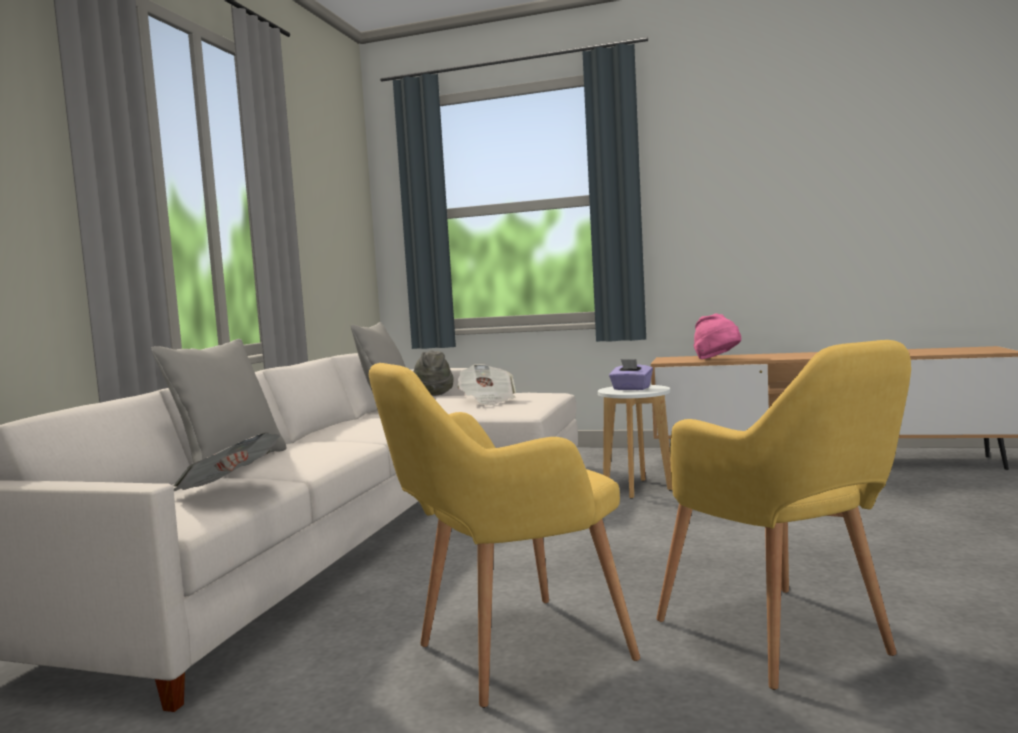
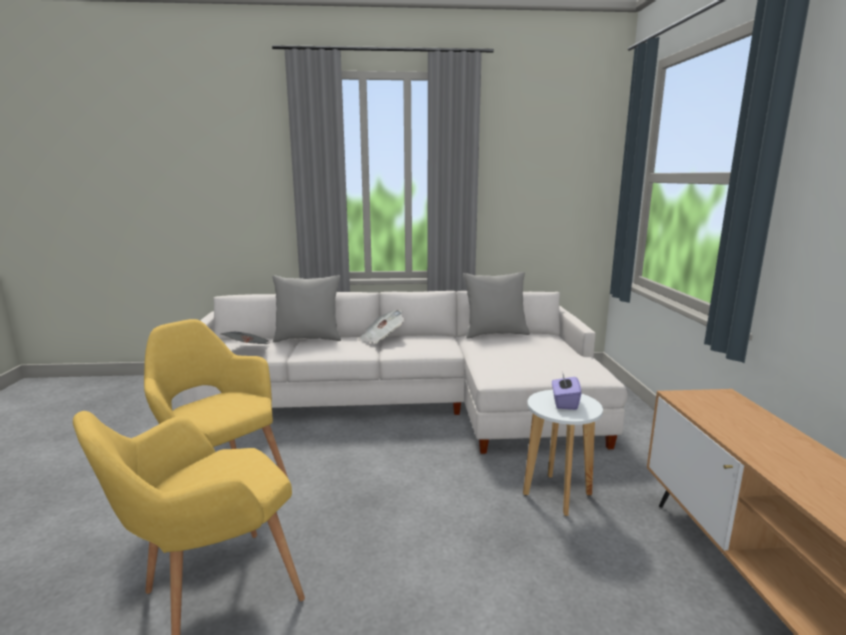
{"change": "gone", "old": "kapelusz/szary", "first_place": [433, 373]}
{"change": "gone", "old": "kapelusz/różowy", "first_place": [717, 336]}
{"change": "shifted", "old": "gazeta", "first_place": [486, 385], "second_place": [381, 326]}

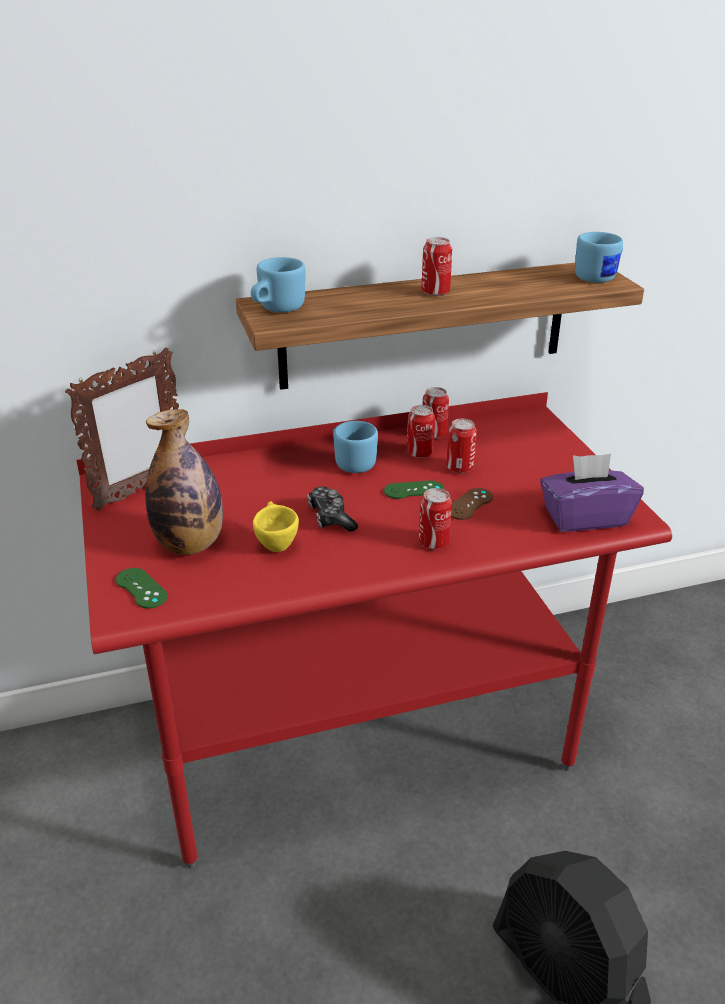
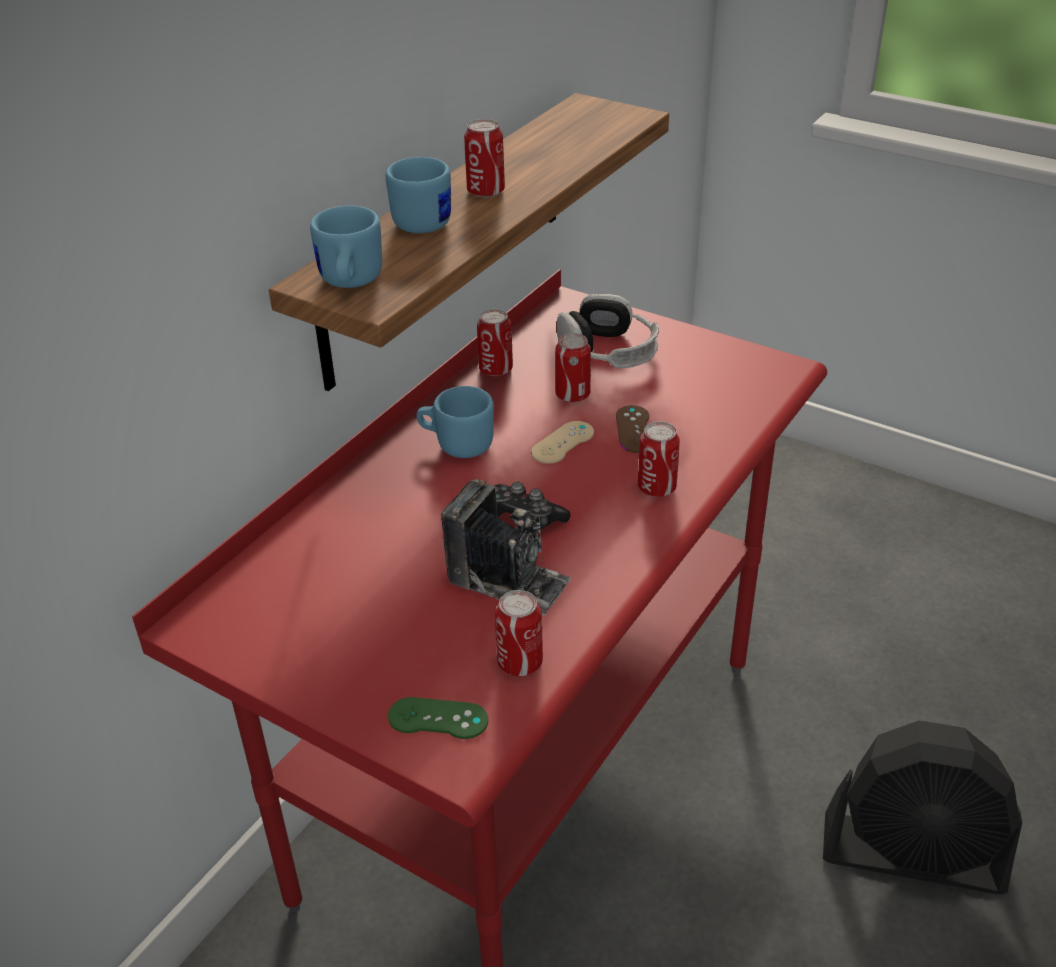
{"change": "gone", "old": "ramka na zdjęcie", "first_place": [122, 429]}
{"change": "gone", "old": "butelka", "first_place": [184, 482]}
{"change": "gone", "old": "pudełko chusteczek/fioletowy", "first_place": [592, 493]}
{"change": "new", "new": "słuchawki", "second_place": [608, 330]}
{"change": "shifted", "old": "puszka", "first_place": [421, 431], "second_place": [519, 633]}
{"change": "shifted", "old": "kubek/niebieski", "first_place": [599, 257], "second_place": [418, 195]}
{"change": "swapped", "old": "filiżanka/żółty", "new": "aparat fotograficzny", "first_place": [276, 526], "second_place": [506, 547]}
{"change": "repainted", "old": "pad do gier/zielony", "new": "pad do gier/beżowy", "first_place": [414, 489], "second_place": [562, 442]}

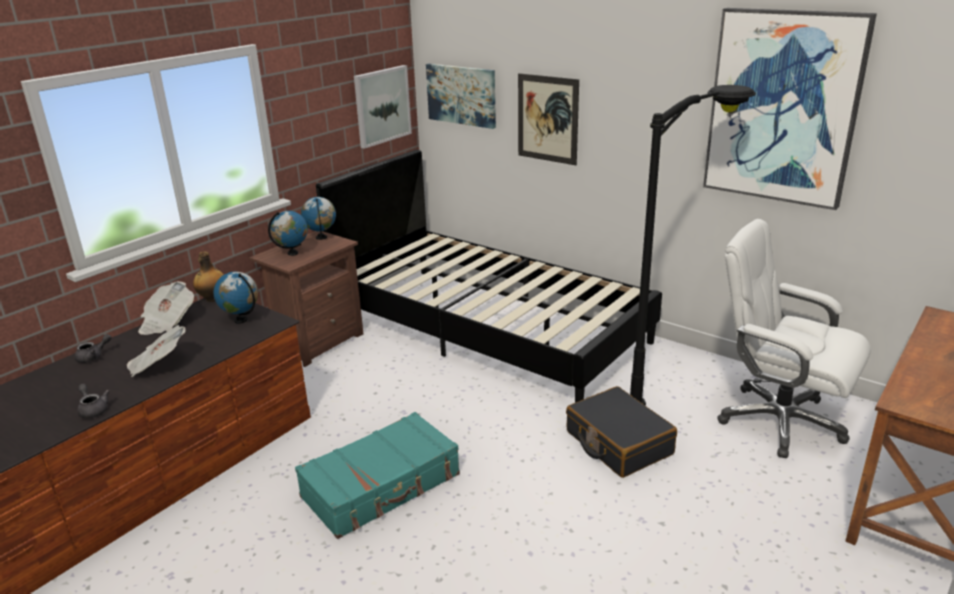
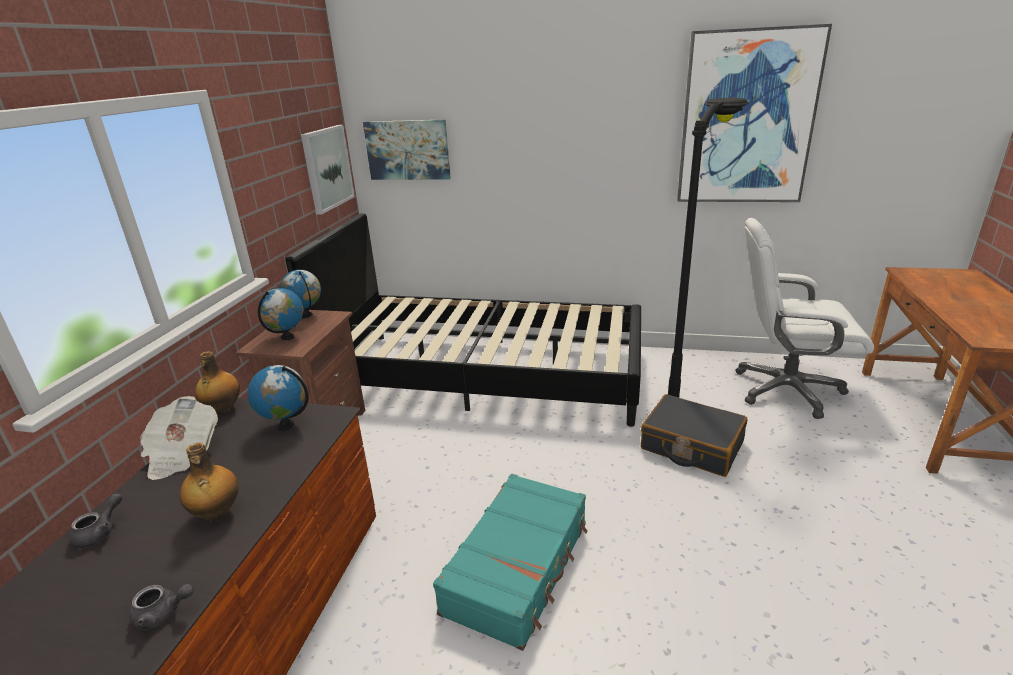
{"change": "gone", "old": "obraz", "first_place": [548, 119]}
{"change": "swapped", "old": "gazeta", "new": "butelka", "first_place": [156, 351], "second_place": [209, 482]}
{"change": "rotated", "old": "imbryk/szary", "first_place": [93, 401], "second_place": [161, 607], "degrees": 150}

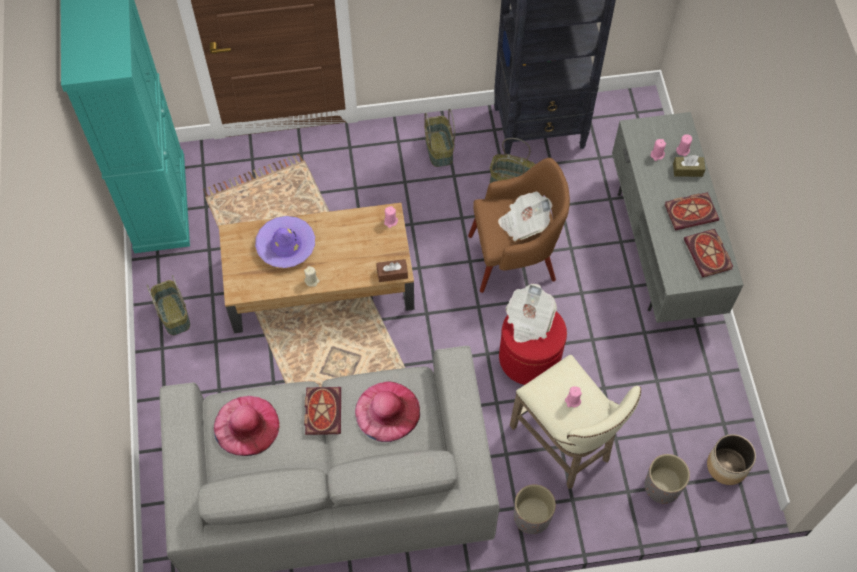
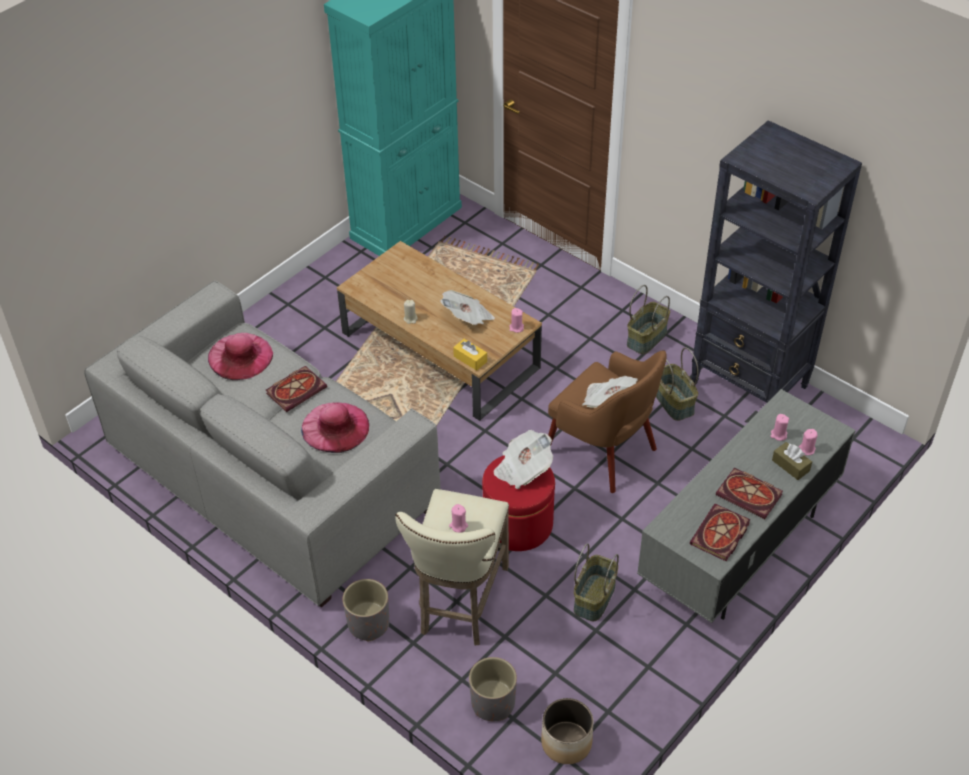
{"change": "gone", "old": "kapelusz/fioletowy", "first_place": [285, 242]}
{"change": "new", "new": "gazeta", "second_place": [467, 307]}
{"change": "shifted", "old": "koszyk", "first_place": [168, 305], "second_place": [596, 582]}
{"change": "repainted", "old": "pudełko chusteczek/brązowy", "new": "pudełko chusteczek/żółty", "first_place": [392, 270], "second_place": [470, 355]}

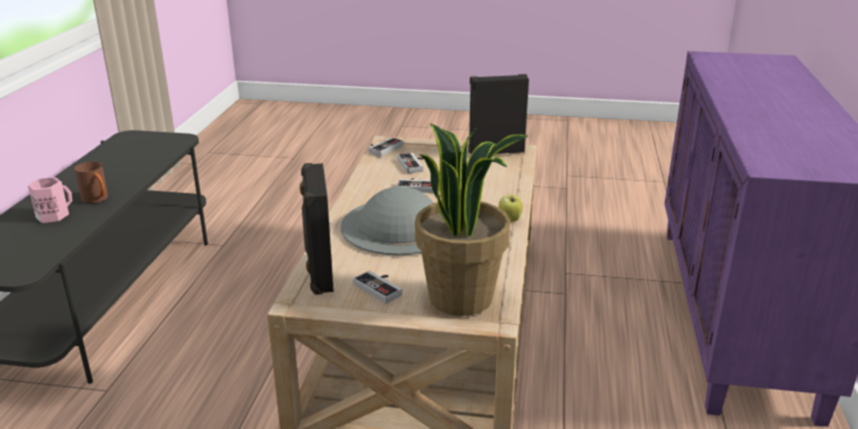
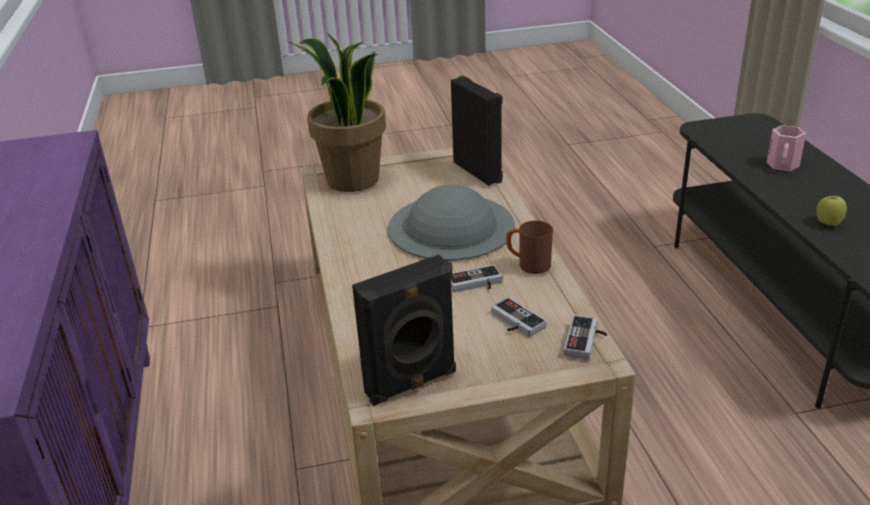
{"change": "gone", "old": "pad do gier", "first_place": [377, 287]}
{"change": "shifted", "old": "kubek/brązowy", "first_place": [91, 182], "second_place": [529, 247]}
{"change": "shifted", "old": "jabłko", "first_place": [510, 207], "second_place": [831, 209]}

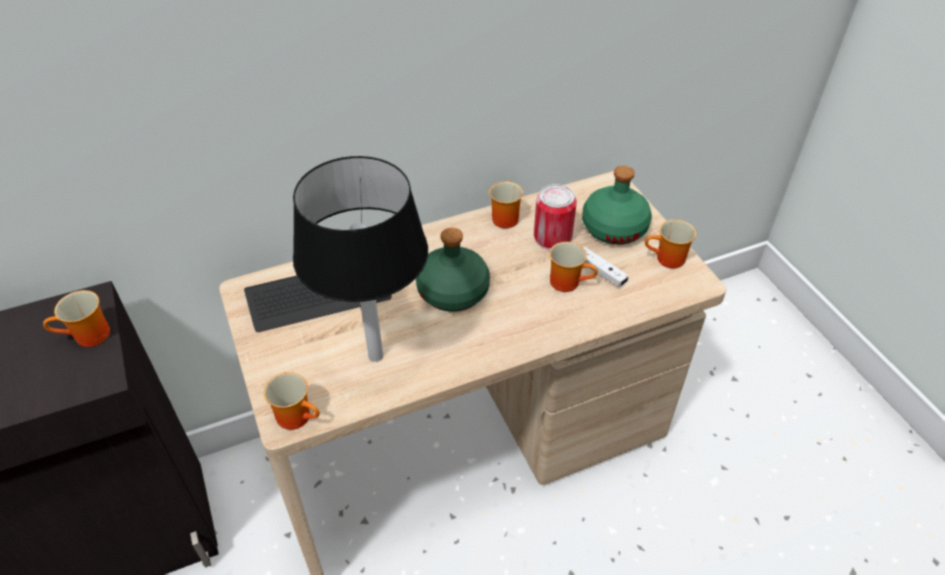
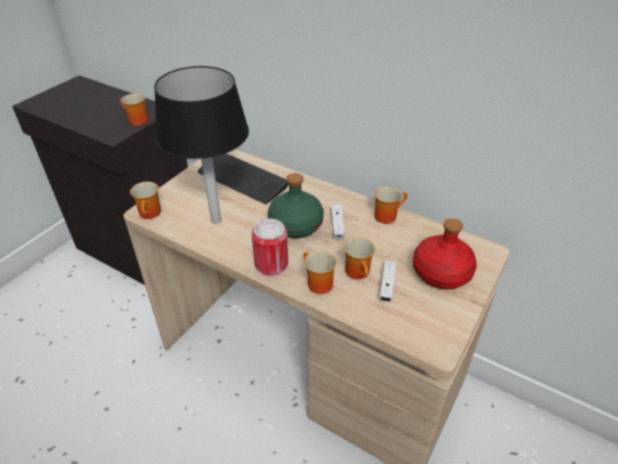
{"change": "new", "new": "pad do gier/biały", "second_place": [338, 222]}
{"change": "shifted", "old": "puszka", "first_place": [555, 217], "second_place": [270, 247]}
{"change": "shifted", "old": "kubek", "first_place": [670, 243], "second_place": [320, 272]}
{"change": "repainted", "old": "butelka/zielony", "new": "butelka/czerwony", "first_place": [617, 205], "second_place": [445, 253]}

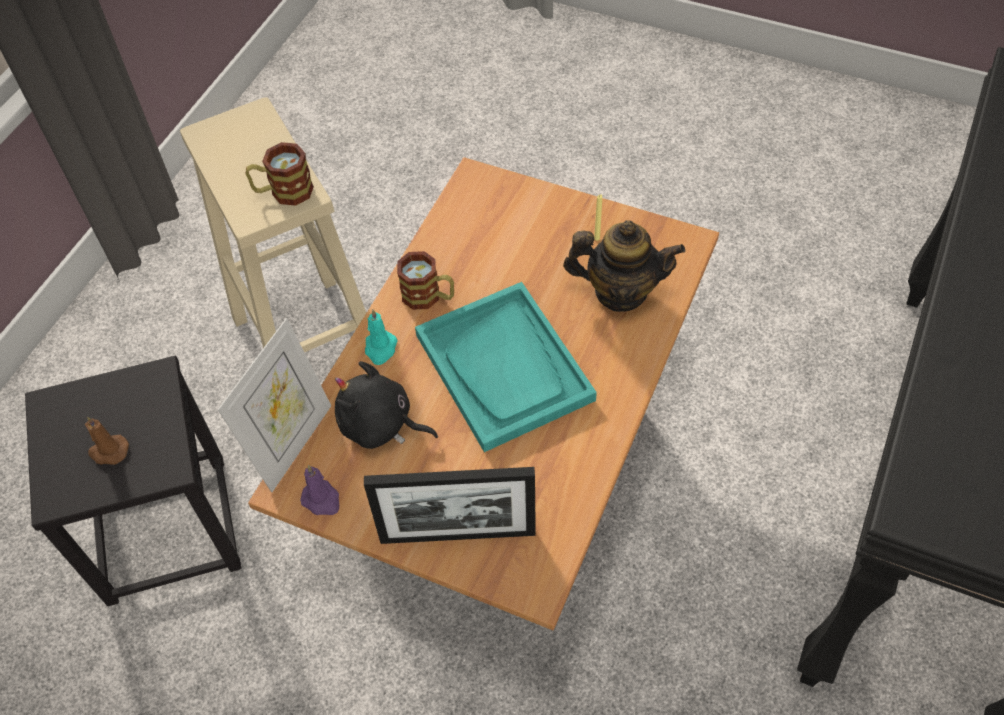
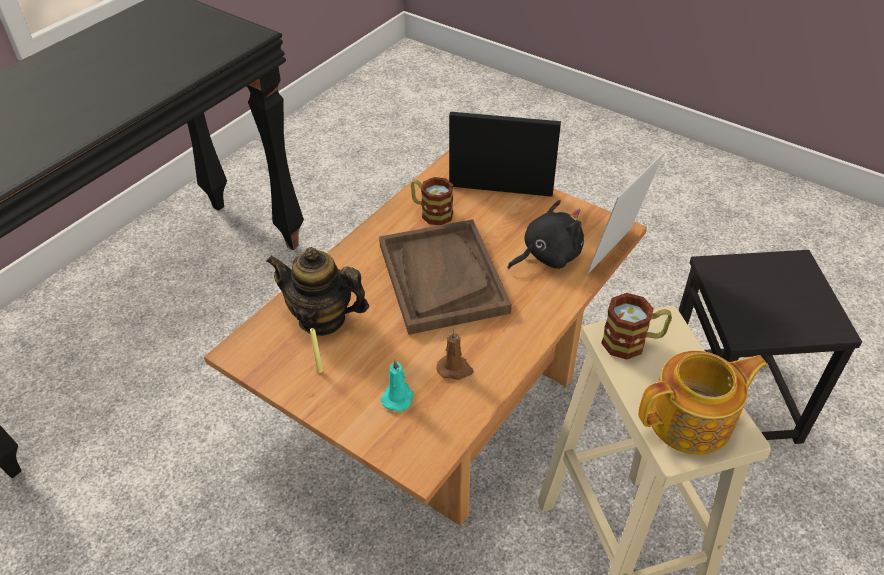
{"change": "gone", "old": "świeca/fioletowy", "first_place": [319, 490]}
{"change": "new", "new": "imbryk", "second_place": [702, 403]}
{"change": "shifted", "old": "świeca/brązowy", "first_place": [107, 441], "second_place": [455, 355]}
{"change": "shifted", "old": "świeca/turkusowy", "first_place": [381, 337], "second_place": [397, 385]}
{"change": "shifted", "old": "kubek", "first_place": [425, 280], "second_place": [432, 201]}
{"change": "repainted", "old": "taca/turkusowy", "new": "taca/brązowy", "first_place": [506, 367], "second_place": [445, 277]}
{"change": "rotated", "old": "pluszak/czarny", "first_place": [386, 405], "second_place": [545, 234], "degrees": -60}

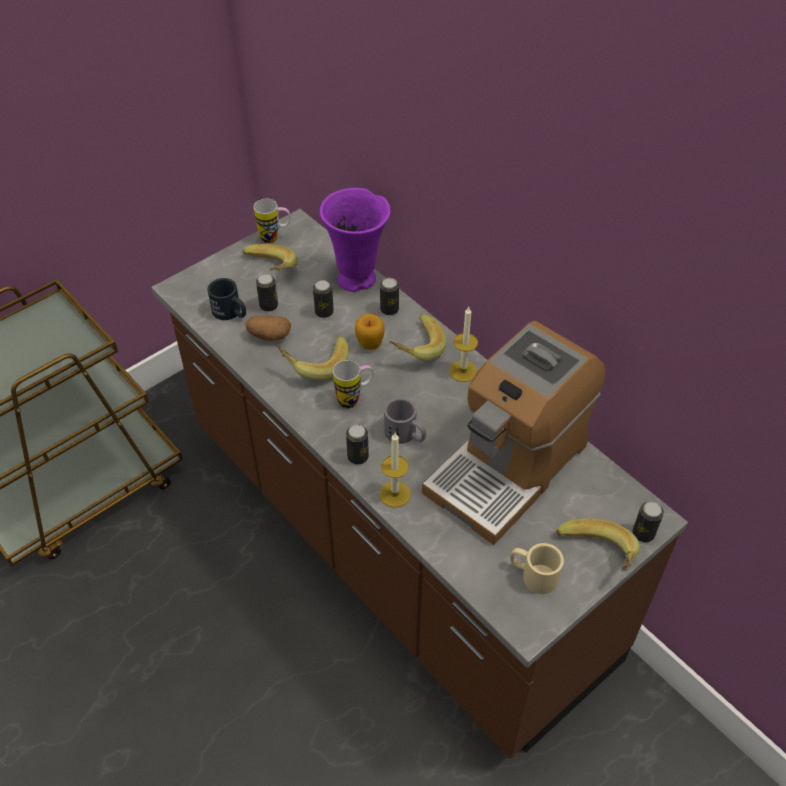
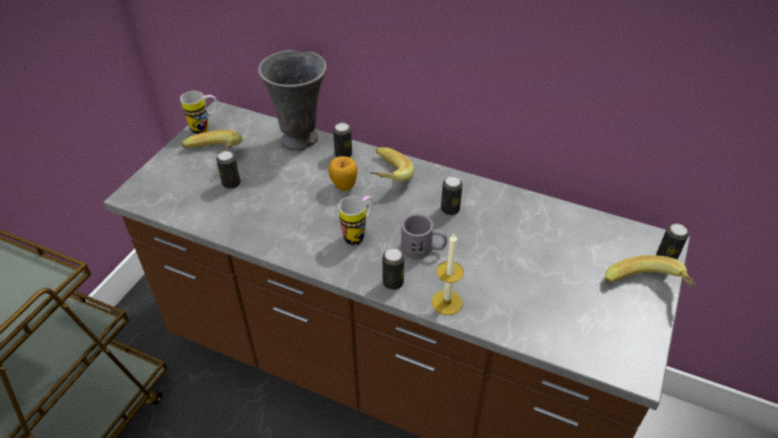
{"change": "gone", "old": "kubek/czarny", "first_place": [226, 299]}
{"change": "gone", "old": "ziemniak", "first_place": [268, 328]}
{"change": "gone", "old": "banan", "first_place": [312, 358]}
{"change": "gone", "old": "ekspres do kawy", "first_place": [513, 433]}
{"change": "gone", "old": "świeca", "first_place": [463, 344]}
{"change": "gone", "old": "kubek/beżowy", "first_place": [537, 568]}
{"change": "shifted", "old": "puszka", "first_place": [323, 299], "second_place": [452, 195]}
{"change": "repainted", "old": "wazon/fioletowy", "new": "wazon/szary", "first_place": [355, 240], "second_place": [292, 100]}

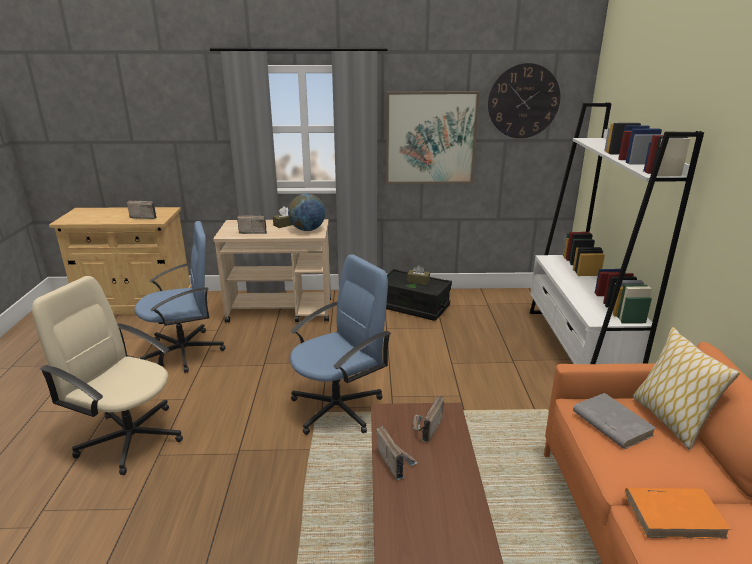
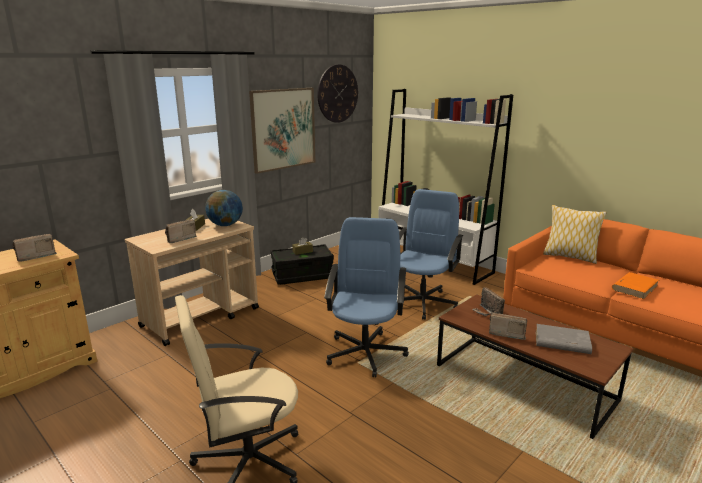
{"change": "shifted", "old": "krzesło biurowe/niebieski", "first_place": [179, 297], "second_place": [431, 254]}
{"change": "shifted", "old": "książka/szary", "first_place": [614, 421], "second_place": [564, 339]}

